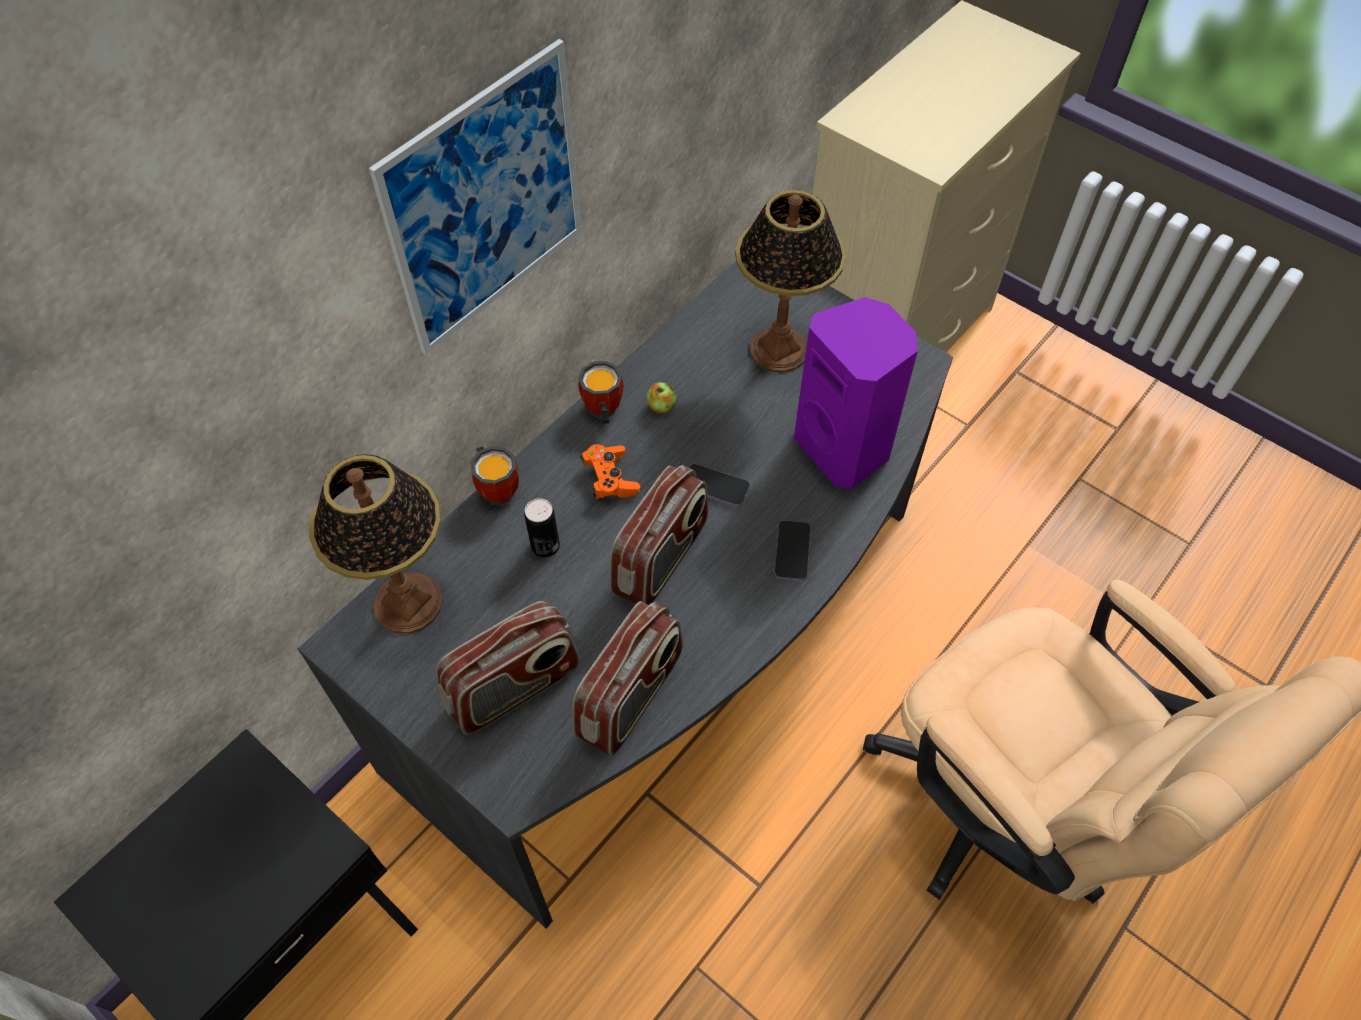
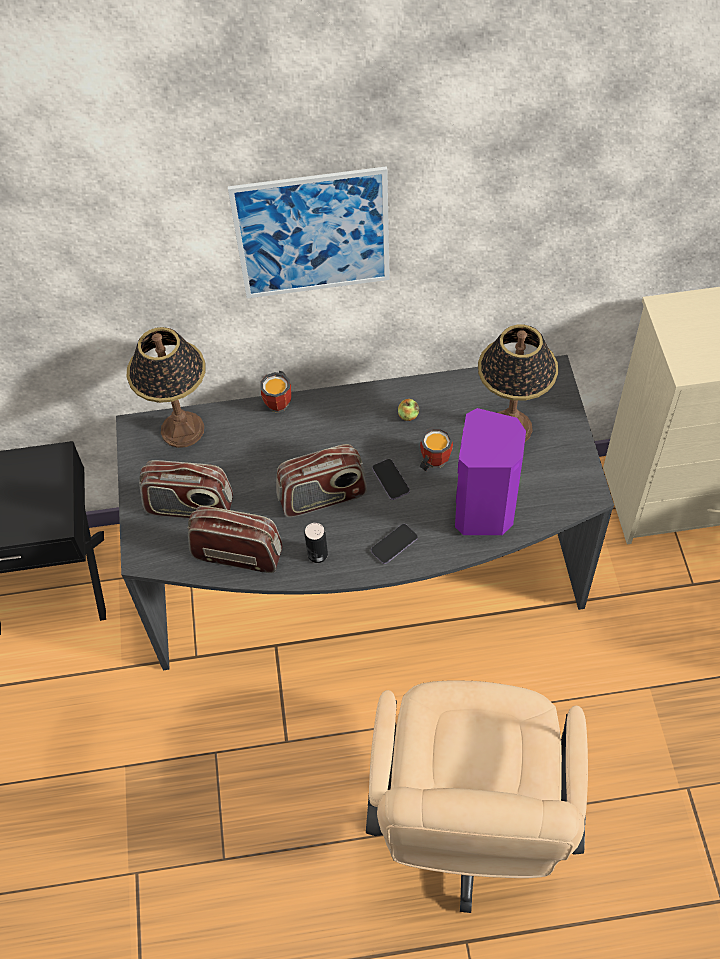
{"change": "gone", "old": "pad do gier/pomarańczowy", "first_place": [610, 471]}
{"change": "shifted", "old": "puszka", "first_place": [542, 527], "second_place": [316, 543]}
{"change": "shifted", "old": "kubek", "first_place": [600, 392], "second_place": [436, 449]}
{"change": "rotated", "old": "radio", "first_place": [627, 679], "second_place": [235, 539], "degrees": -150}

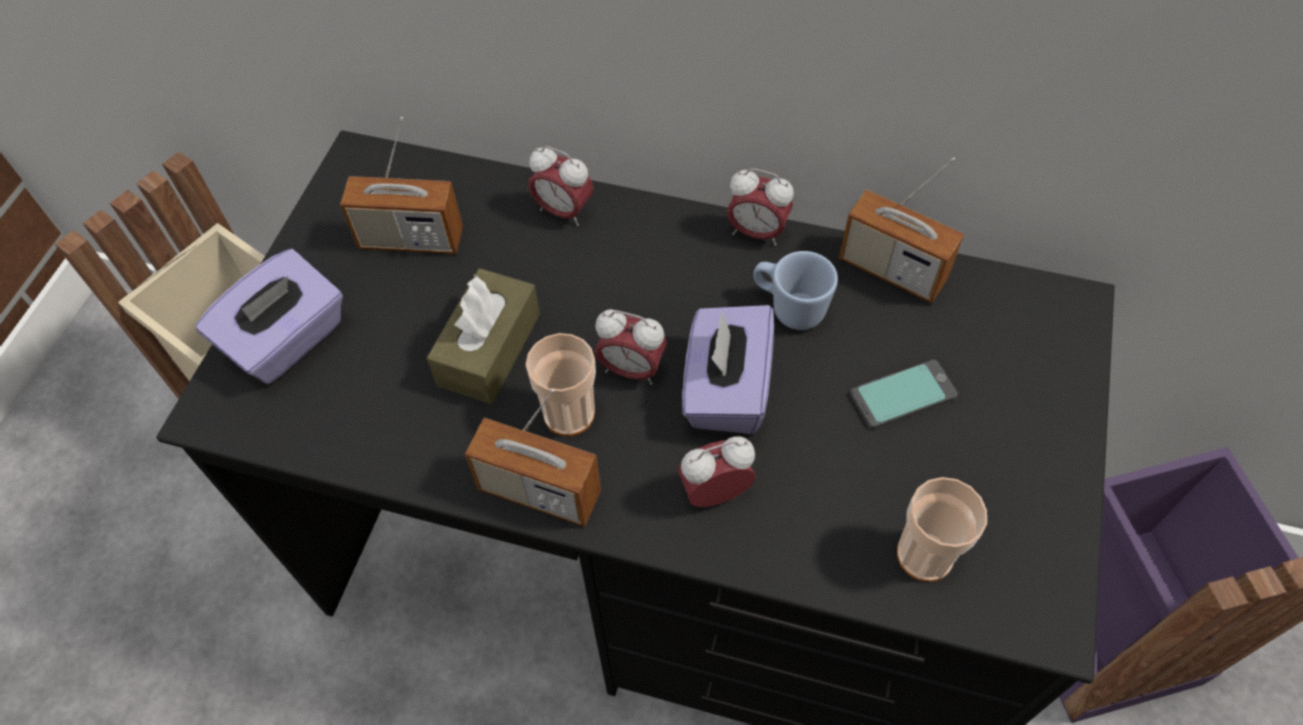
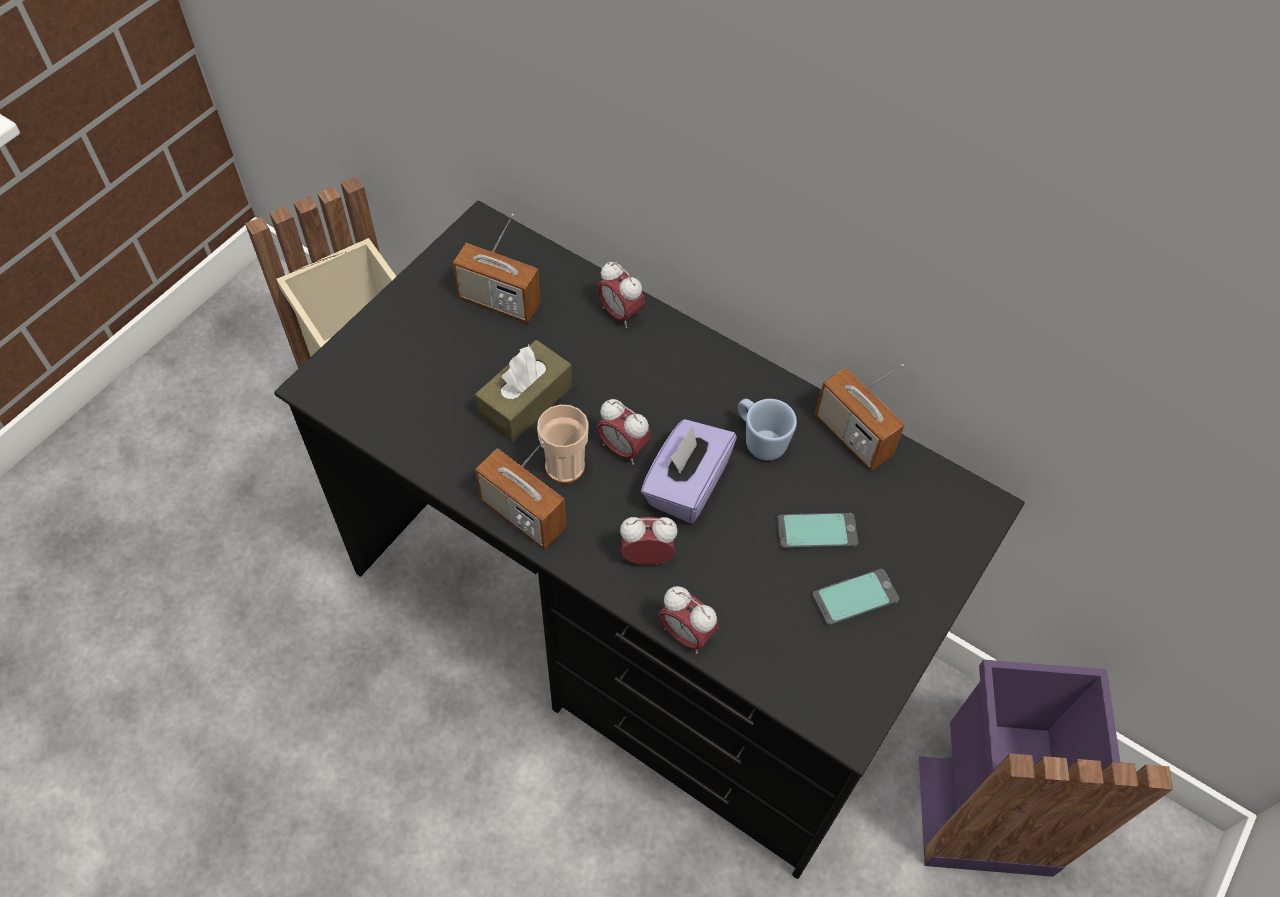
{"change": "gone", "old": "pudełko chusteczek/fioletowy", "first_place": [269, 316]}
{"change": "gone", "old": "filiżanka", "first_place": [942, 529]}
{"change": "new", "new": "telefon", "second_place": [855, 597]}
{"change": "shifted", "old": "budzik", "first_place": [760, 207], "second_place": [688, 620]}

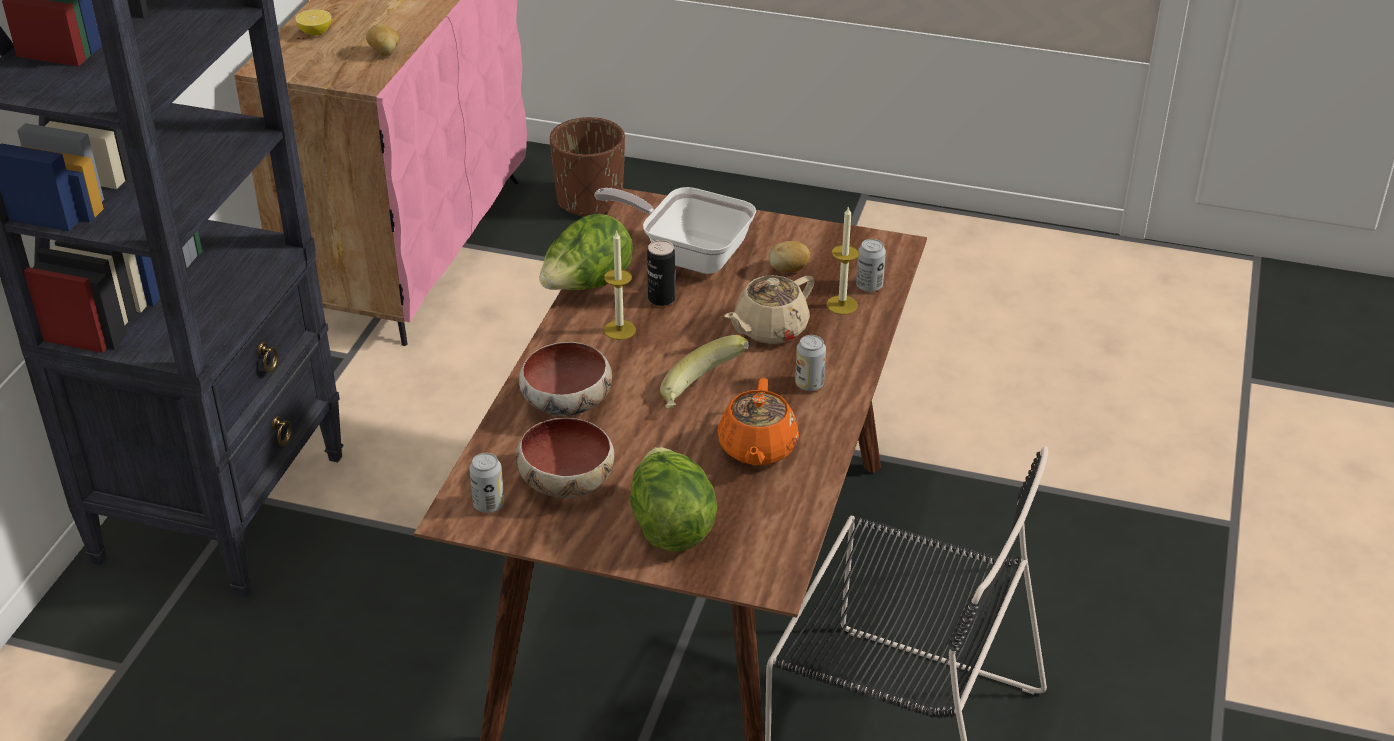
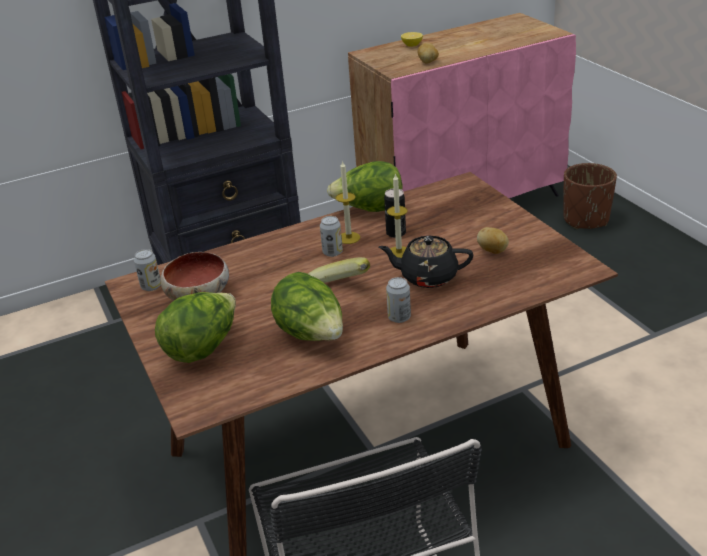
{"change": "gone", "old": "miska", "first_place": [565, 379]}
{"change": "gone", "old": "patelnia", "first_place": [675, 230]}
{"change": "shifted", "old": "świeca", "first_place": [842, 260], "second_place": [397, 215]}
{"change": "shifted", "old": "puszka", "first_place": [871, 265], "second_place": [331, 236]}
{"change": "swapped", "old": "imbryk/pomarańczowy", "new": "sałata", "first_place": [758, 421], "second_place": [307, 306]}
{"change": "repainted", "old": "imbryk/beżowy", "new": "imbryk/czarny", "first_place": [769, 309], "second_place": [426, 262]}

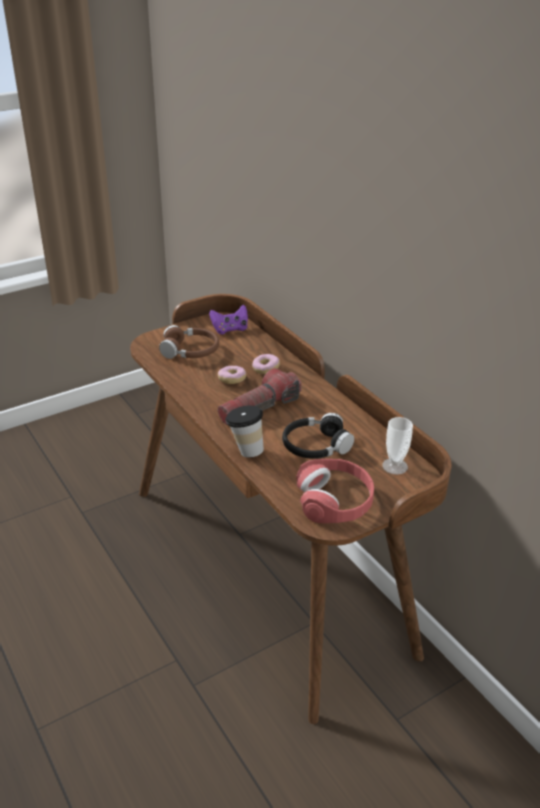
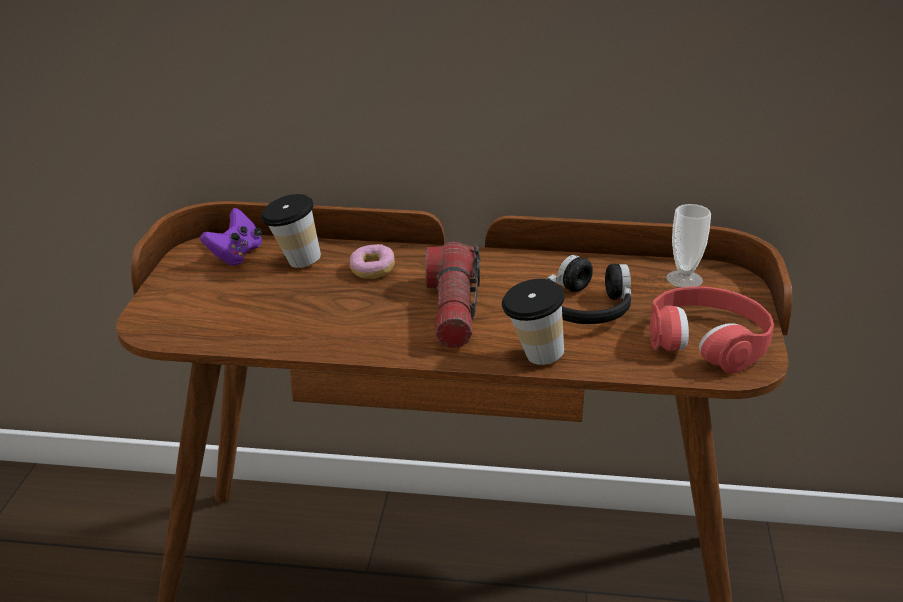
{"change": "gone", "old": "słuchawki/brązowy", "first_place": [189, 342]}
{"change": "gone", "old": "donut", "first_place": [232, 375]}
{"change": "new", "new": "filiżanka", "second_place": [291, 231]}

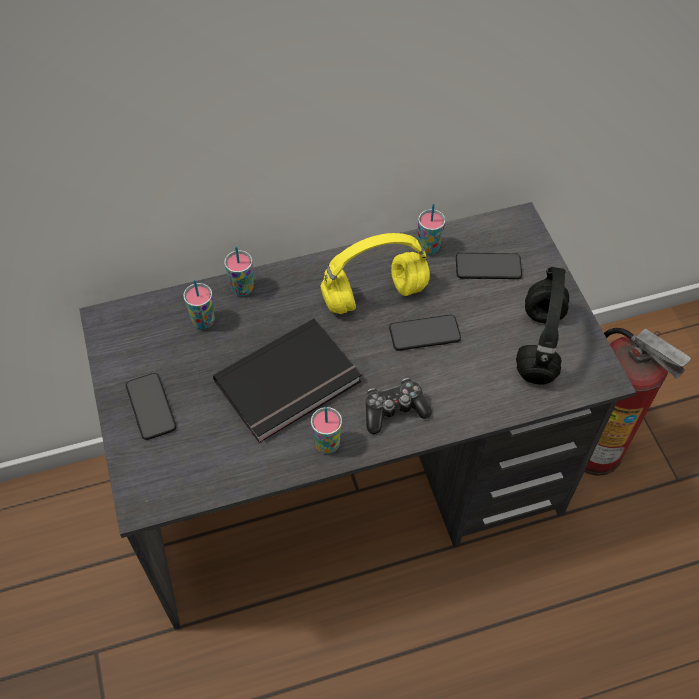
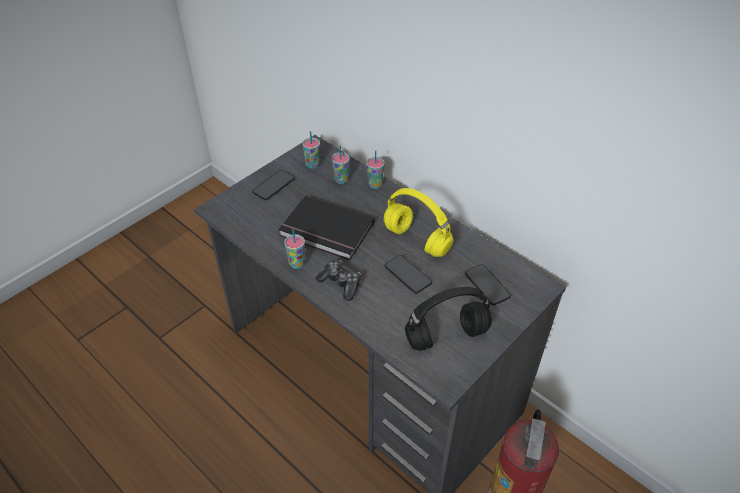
{"change": "shifted", "old": "filiżanka", "first_place": [432, 229], "second_place": [311, 150]}

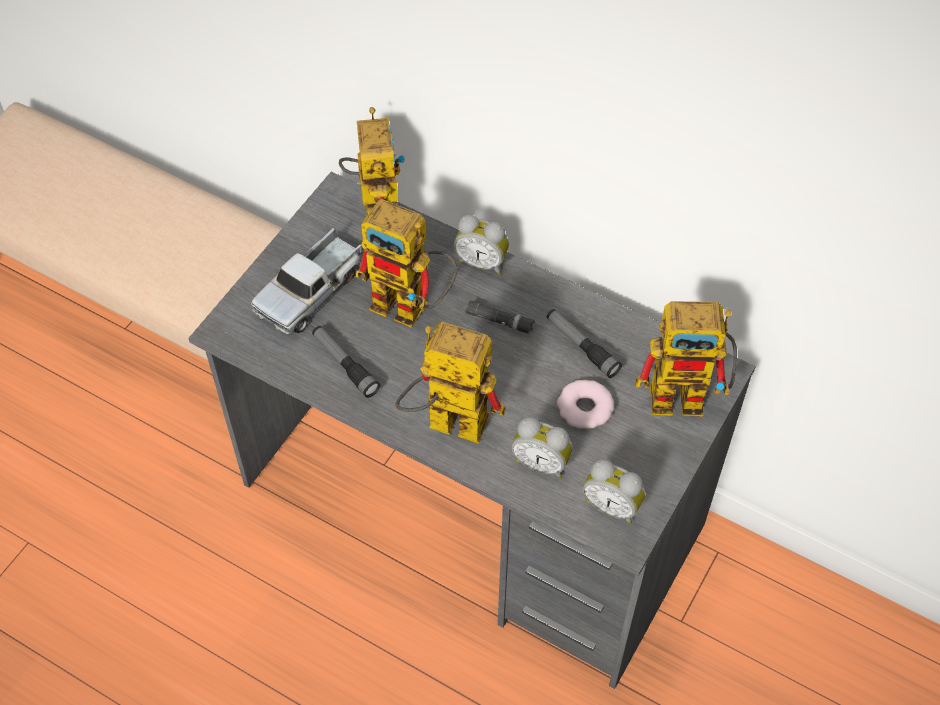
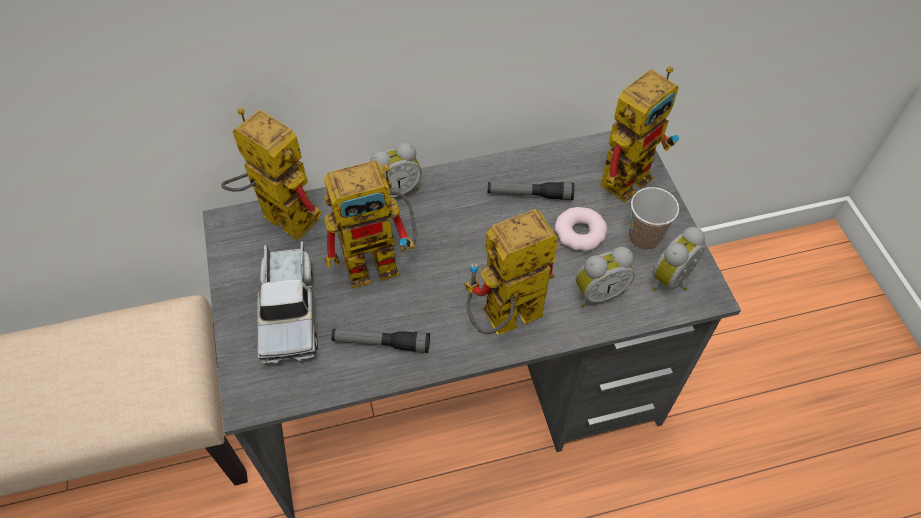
{"change": "gone", "old": "latarka/czarny", "first_place": [500, 317]}
{"change": "new", "new": "filiżanka", "second_place": [654, 218]}
{"change": "rotated", "old": "budzik", "first_place": [614, 491], "second_place": [678, 258], "degrees": 150}

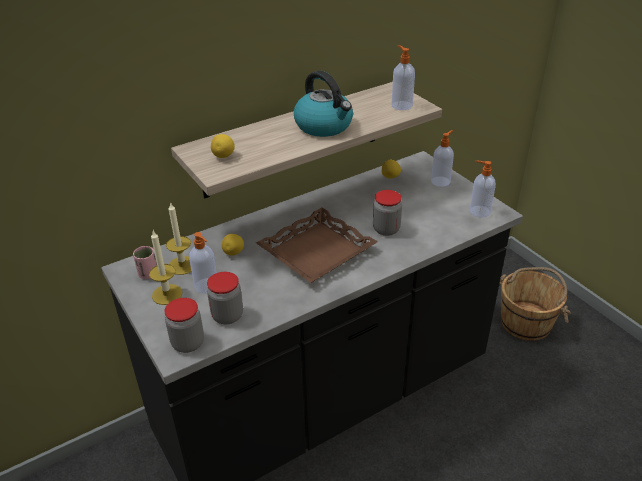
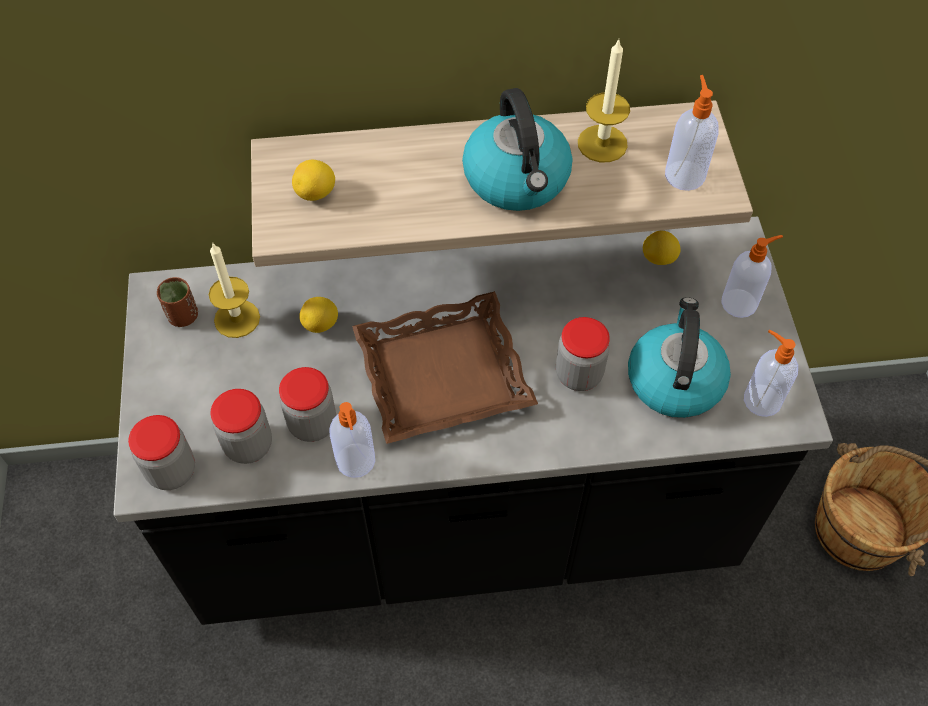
{"change": "new", "new": "słoik", "second_place": [307, 404]}
{"change": "new", "new": "czajnik", "second_place": [679, 357]}
{"change": "shifted", "old": "świeca", "first_place": [165, 268], "second_place": [604, 101]}
{"change": "shifted", "old": "dozownik mydła", "first_place": [203, 263], "second_place": [352, 440]}
{"change": "repainted", "old": "filiżanka/różowy", "new": "filiżanka/brązowy", "first_place": [145, 262], "second_place": [177, 302]}

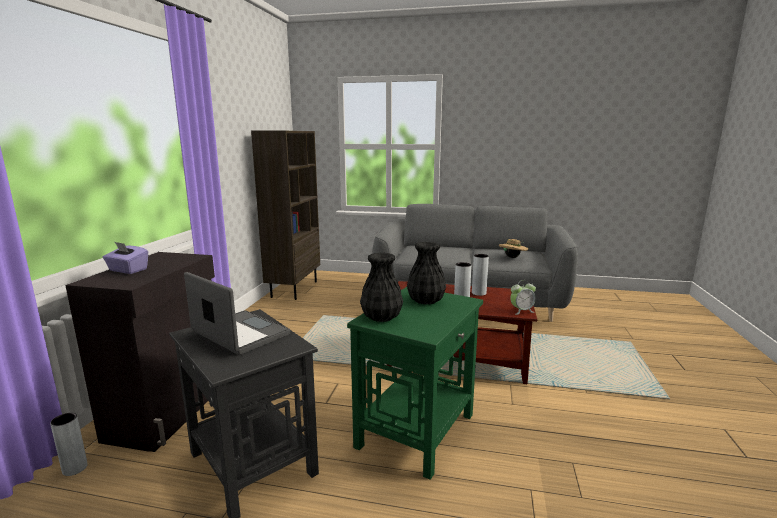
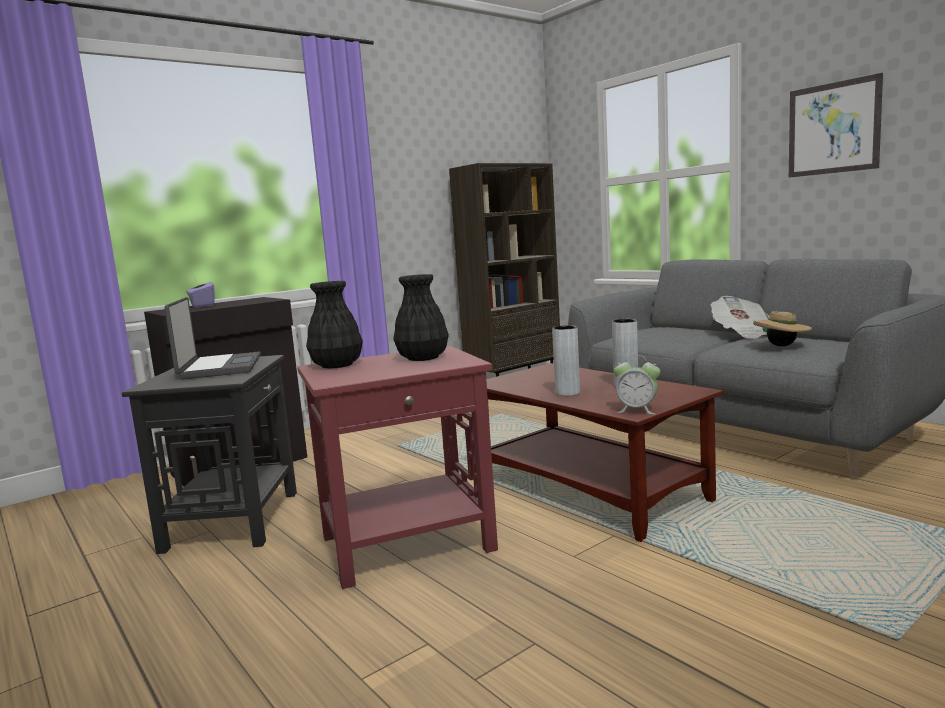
{"change": "gone", "old": "wazon/szary", "first_place": [69, 444]}
{"change": "new", "new": "gazeta", "second_place": [740, 317]}
{"change": "new", "new": "obraz", "second_place": [836, 125]}
{"change": "repainted", "old": "stolik/zielony", "new": "stolik/czerwony", "first_place": [415, 383], "second_place": [397, 467]}

